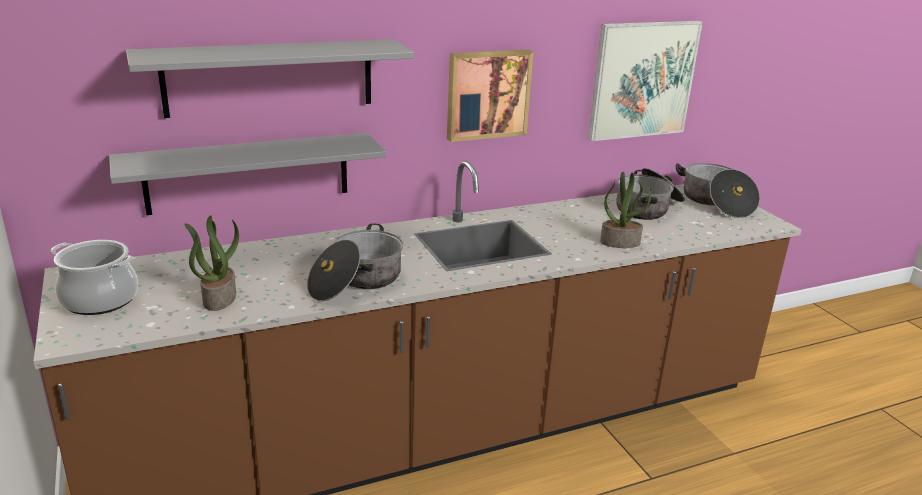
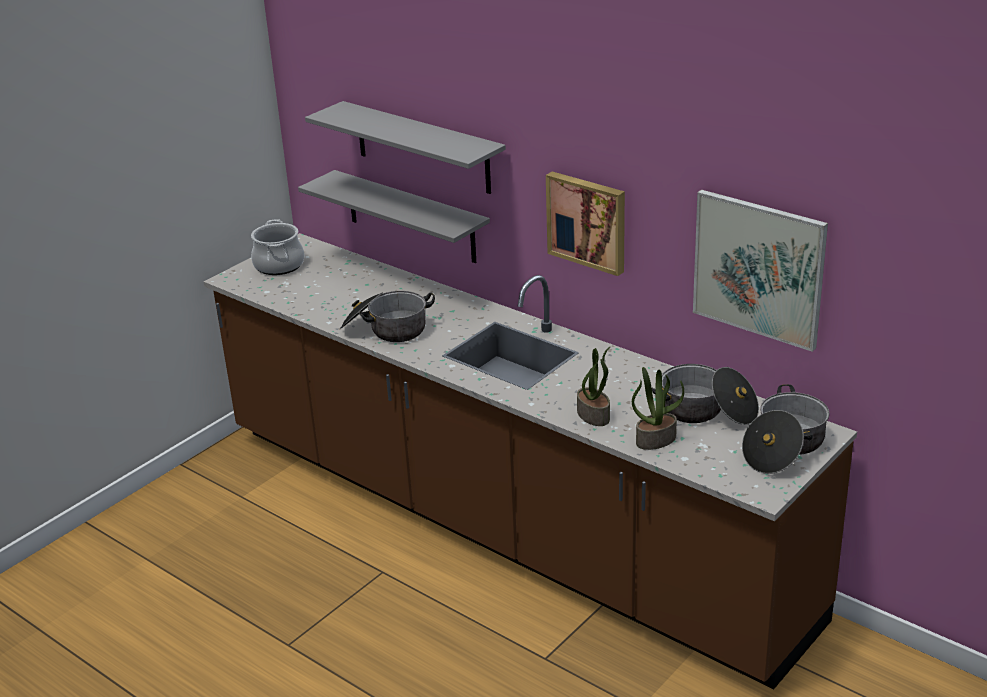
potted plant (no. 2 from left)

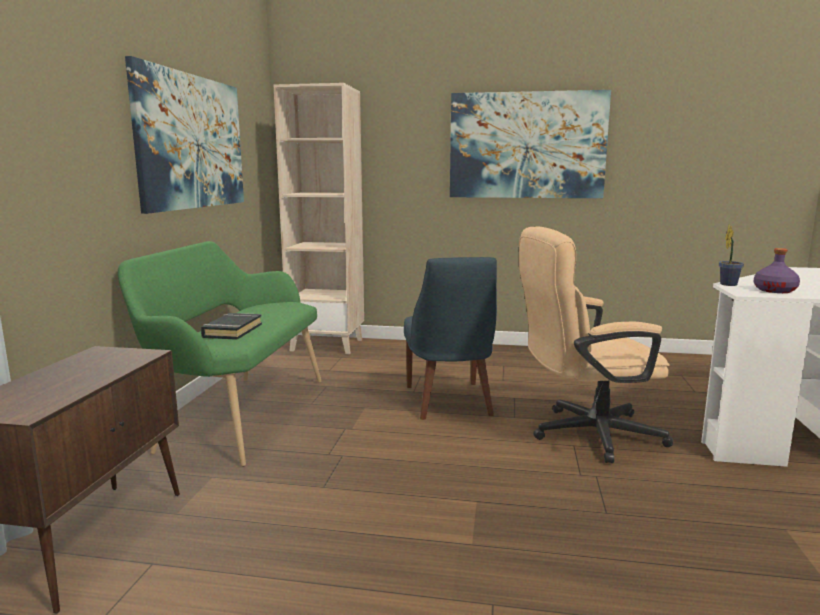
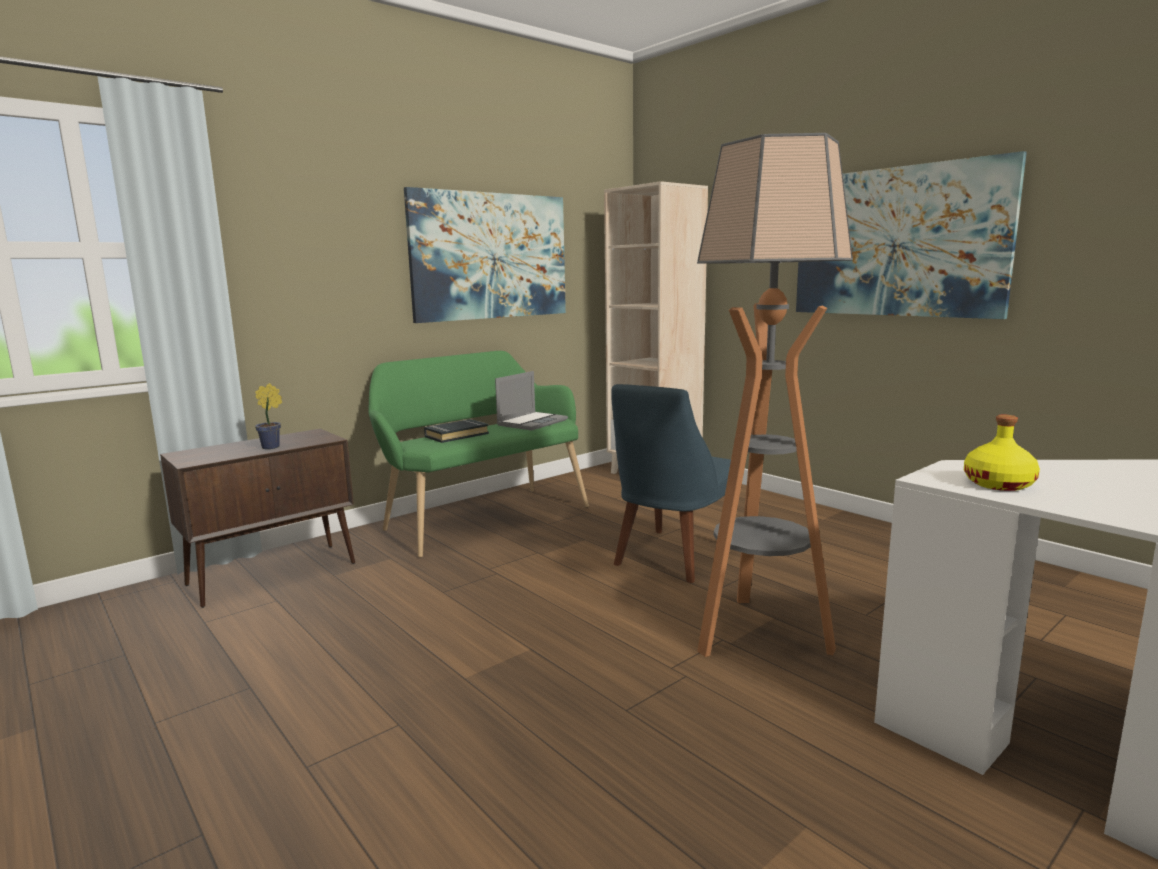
laptop
potted plant
floor lamp
bottle/yellow

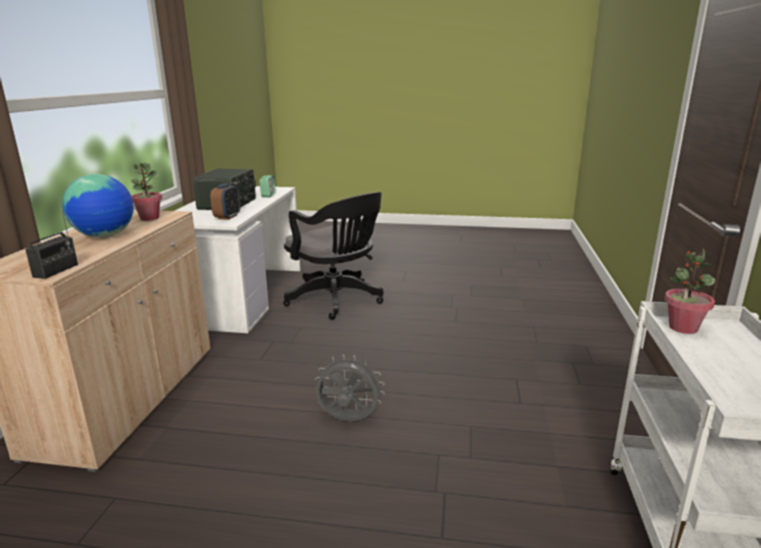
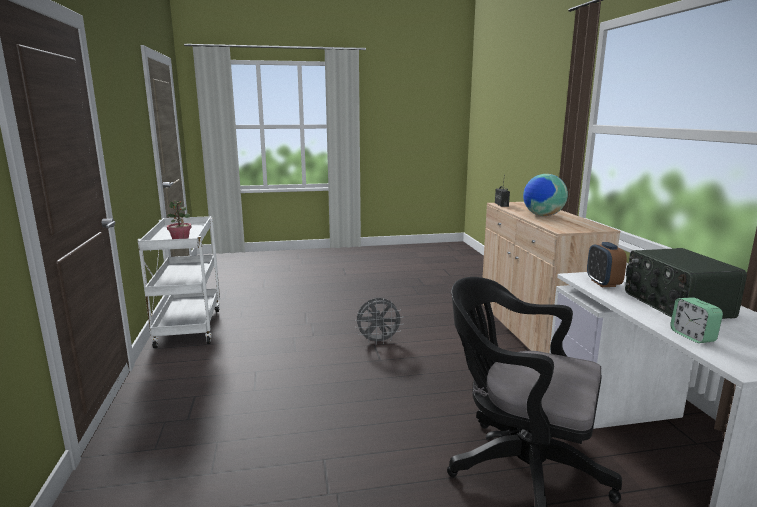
potted plant (no. 1 from left in the first image)

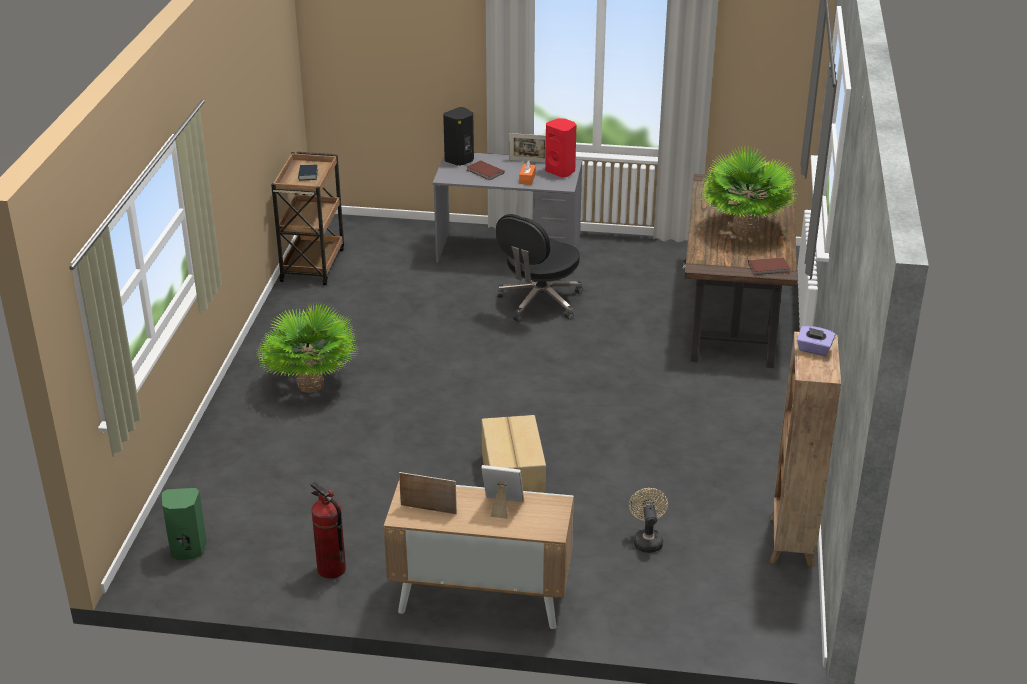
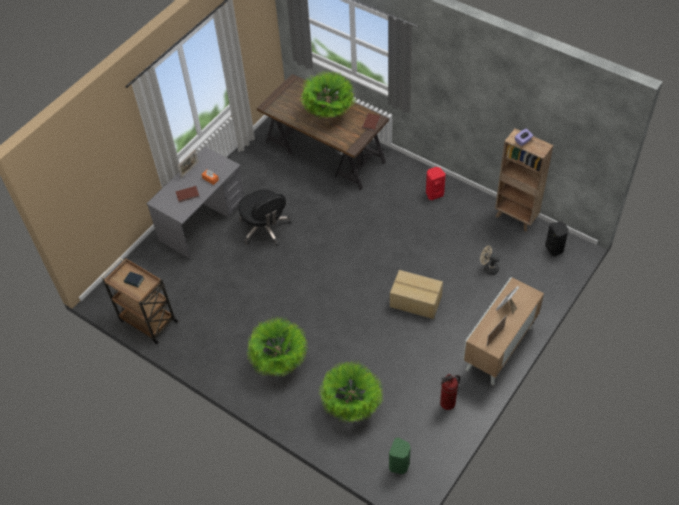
potted plant (no. 3 from left)
speaker/black
speaker/red

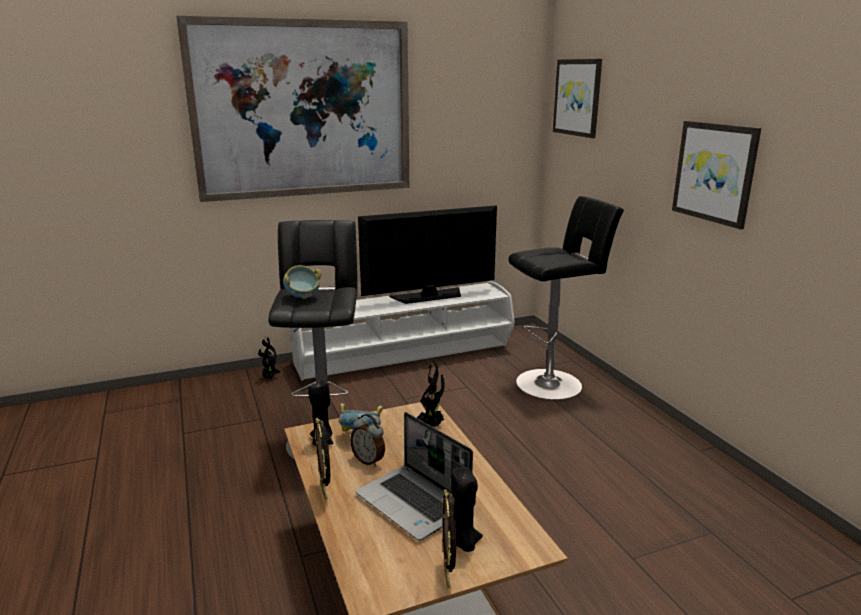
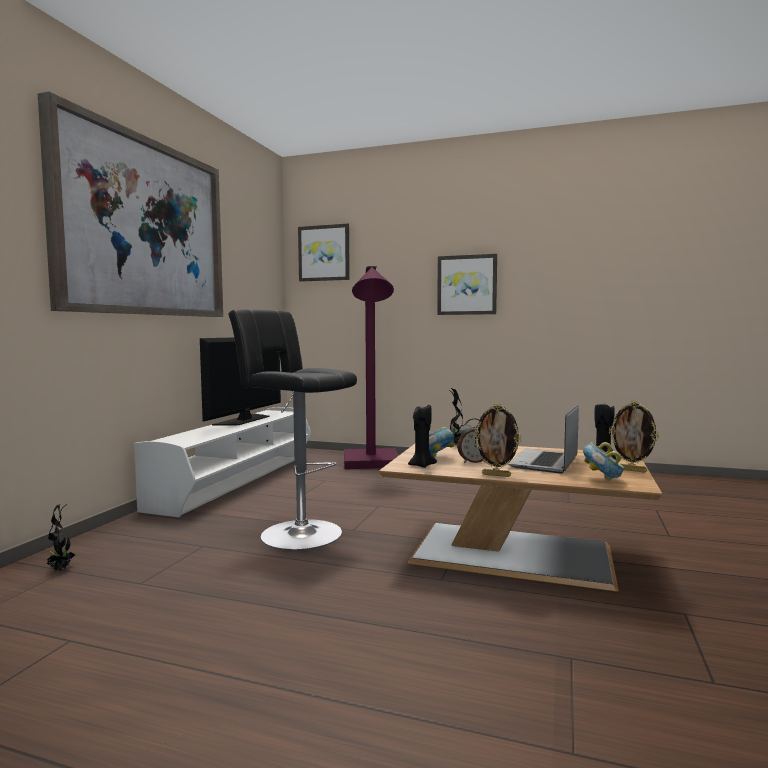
potted plant (no. 1 from left)
bowl (no. 2 from left)
floor lamp/purple
laptop

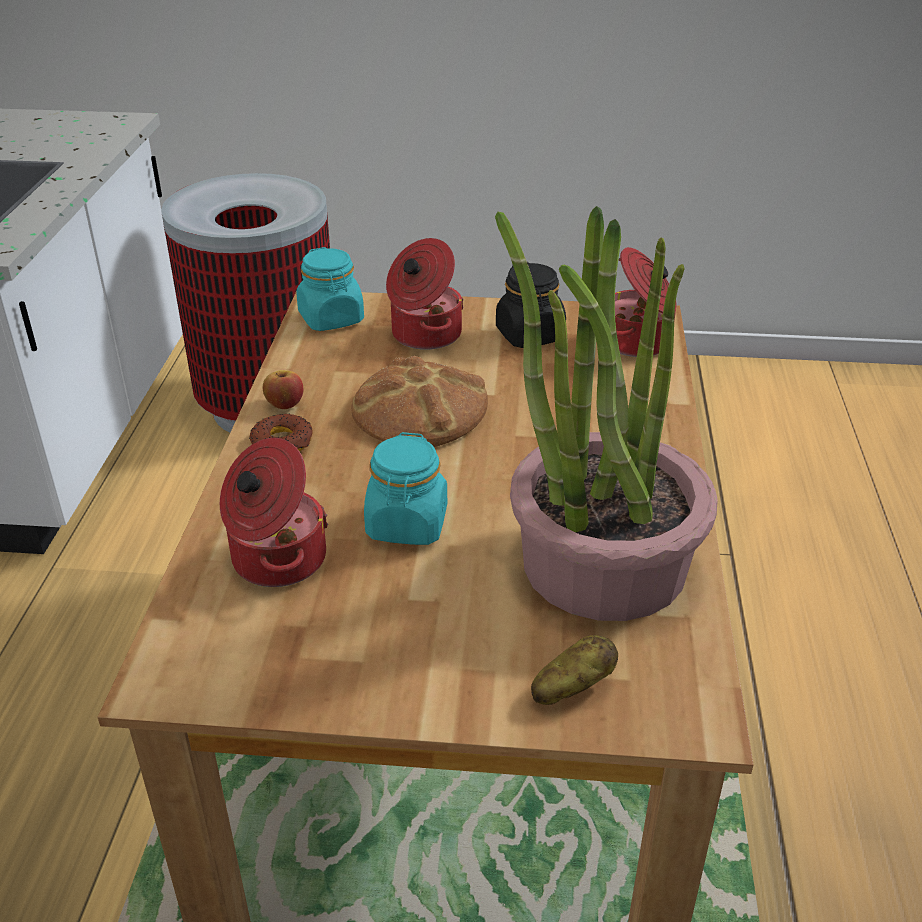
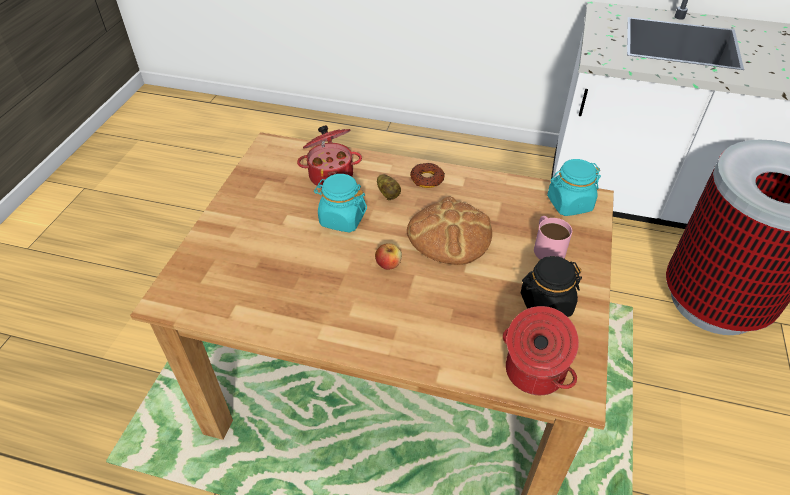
potted plant
apple
potato
mug/pink

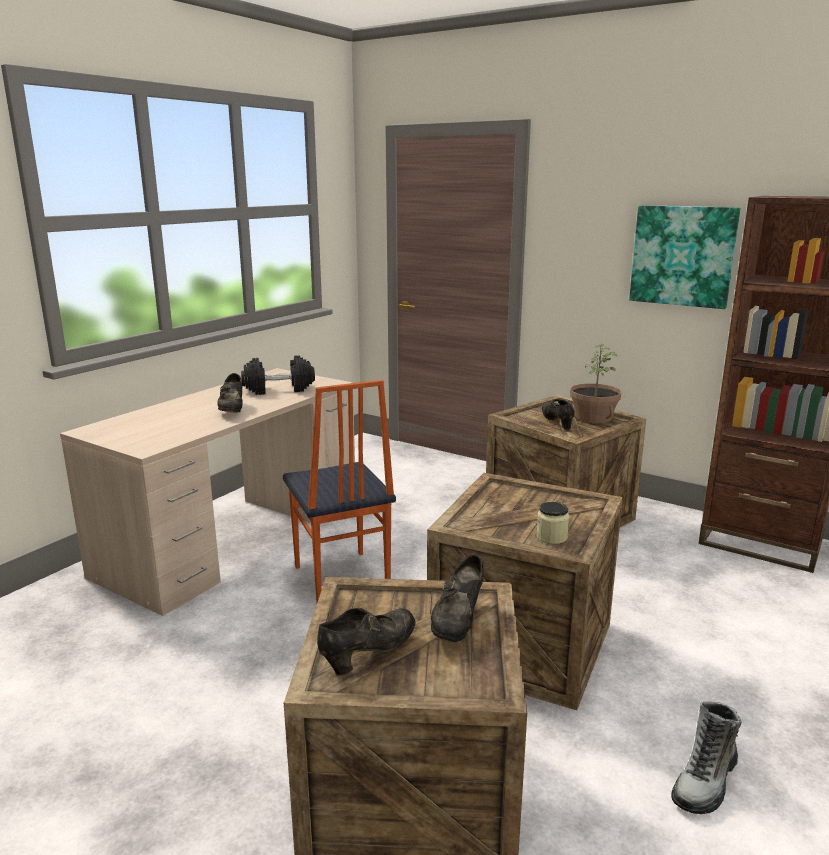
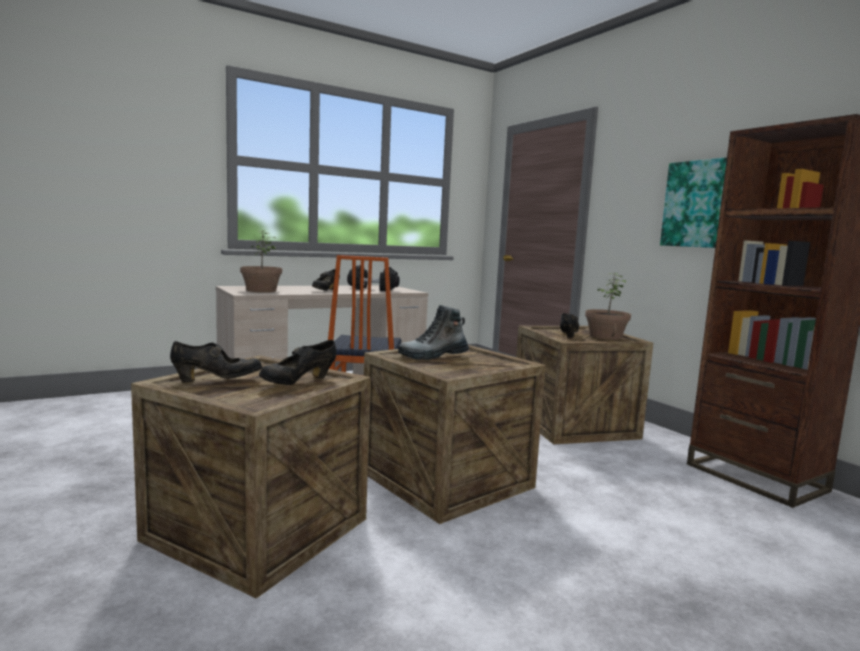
jar
potted plant (no. 1 from left)
boot

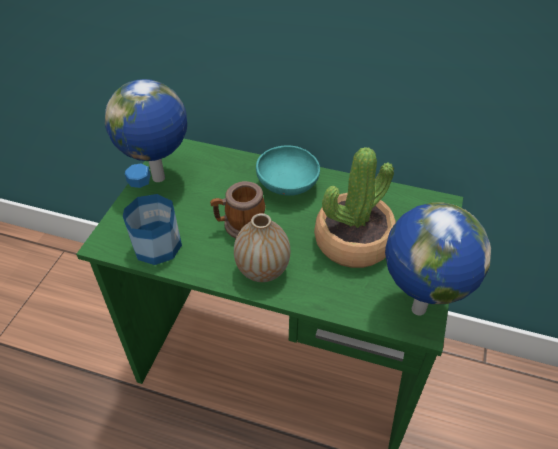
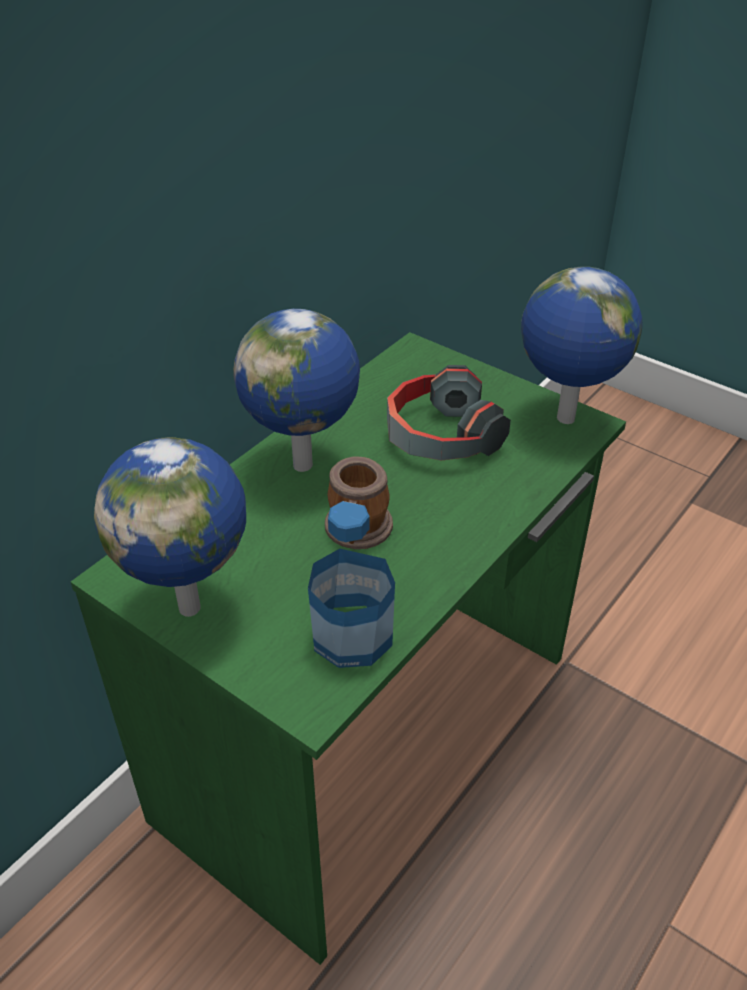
vase
globe (no. 2 from left)
headphones

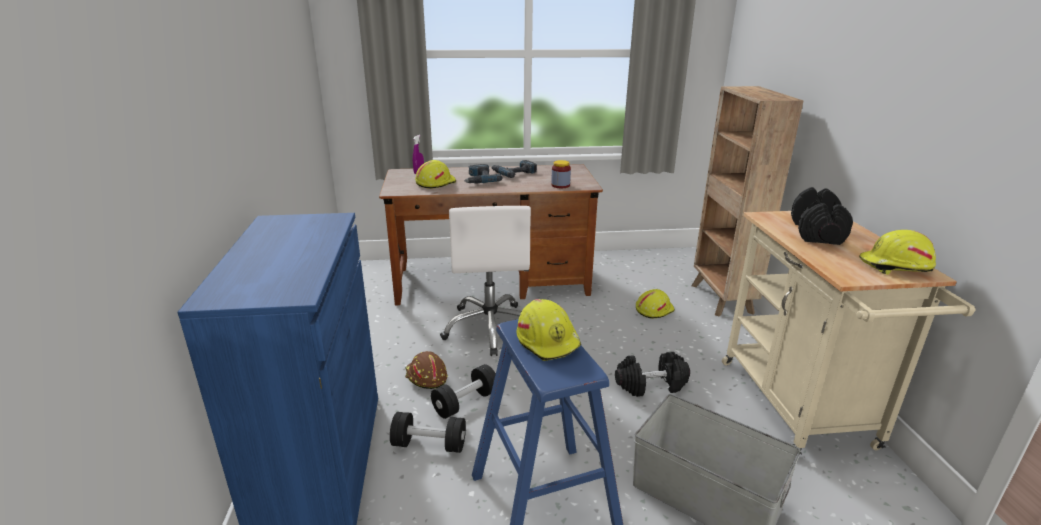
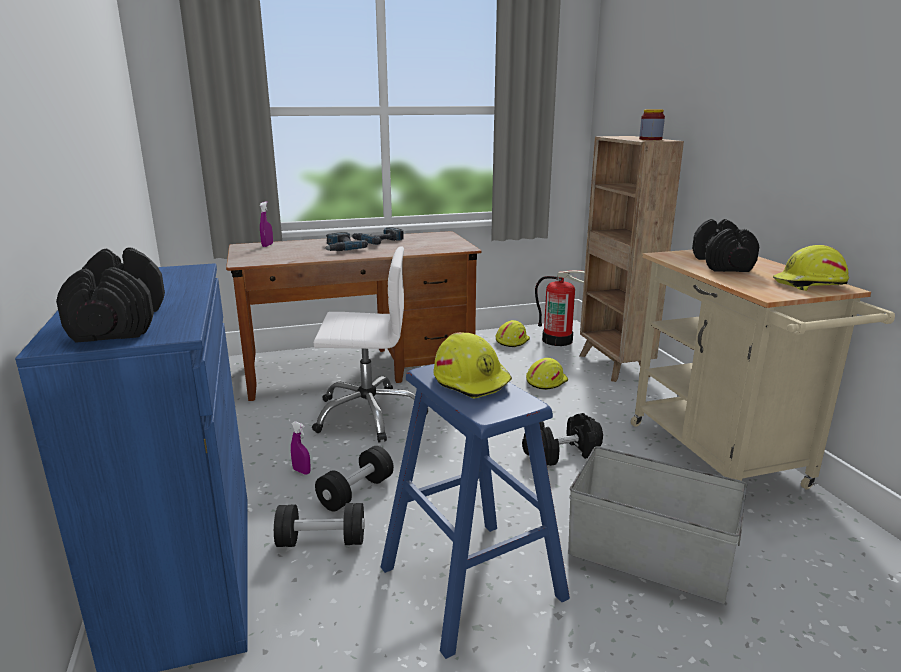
dumbbell/black (no. 1 from left)
fire extinguisher
hard hat/yellow (no. 2 from left)
jar
spray bottle/purple (no. 2 from left)
office chair/white

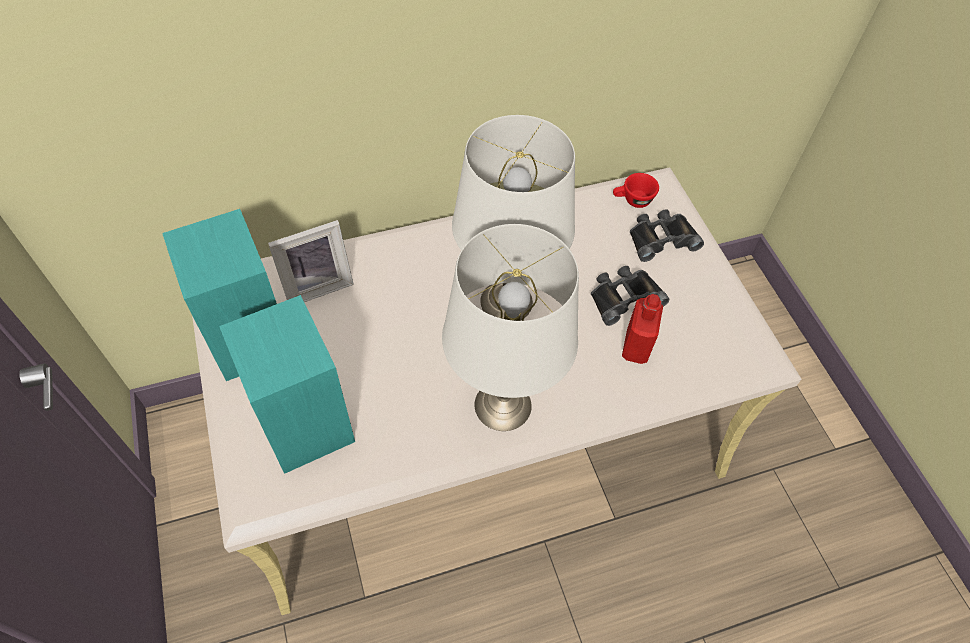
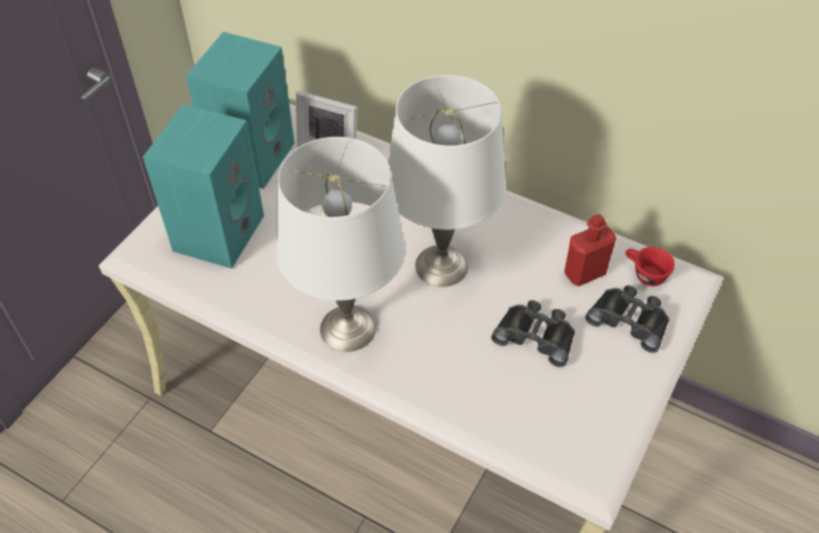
bottle/red

